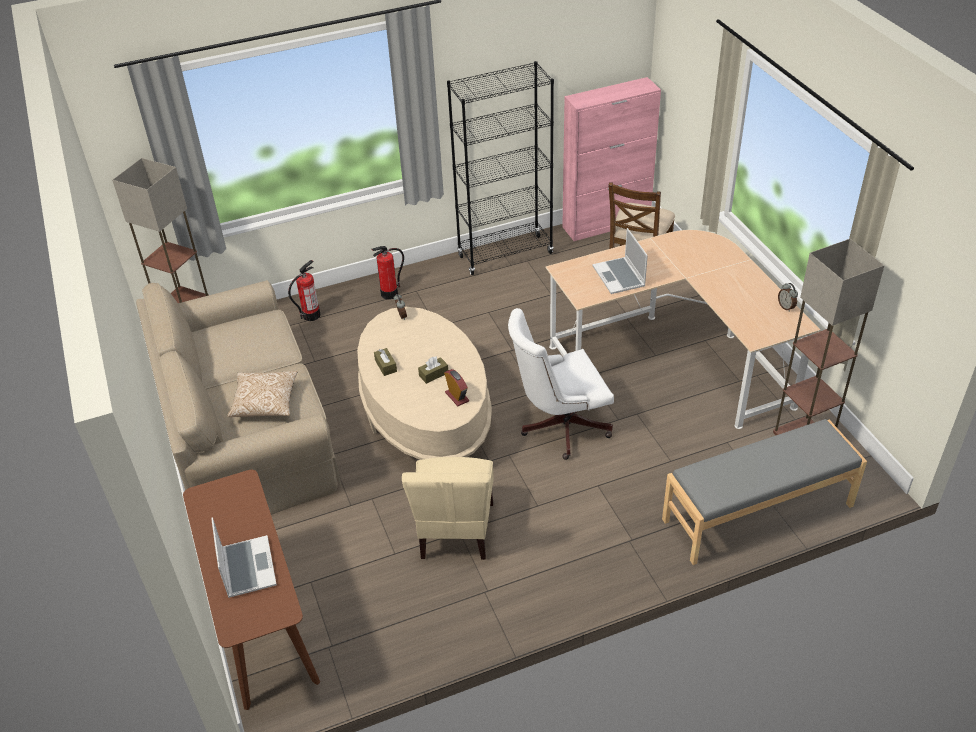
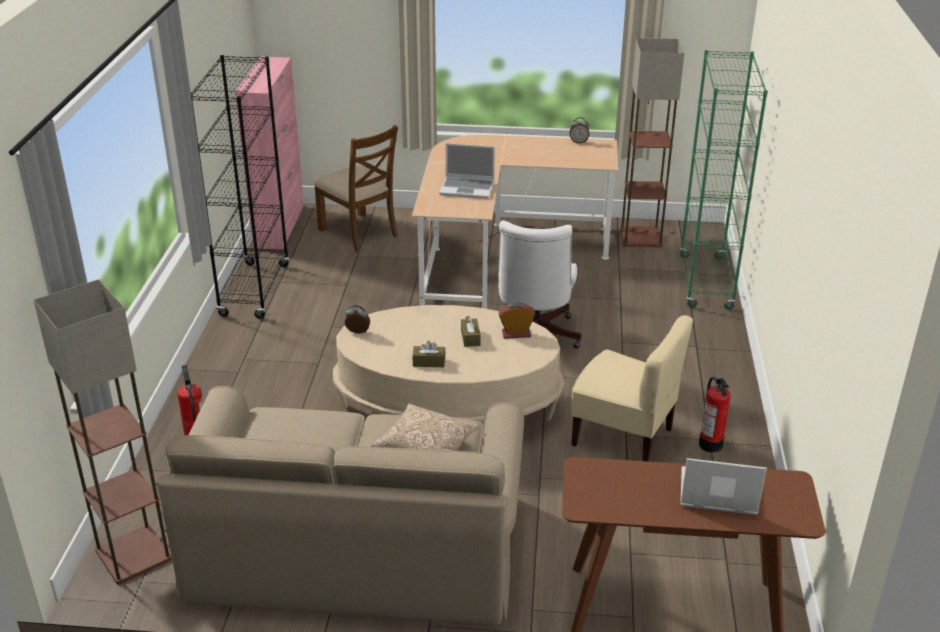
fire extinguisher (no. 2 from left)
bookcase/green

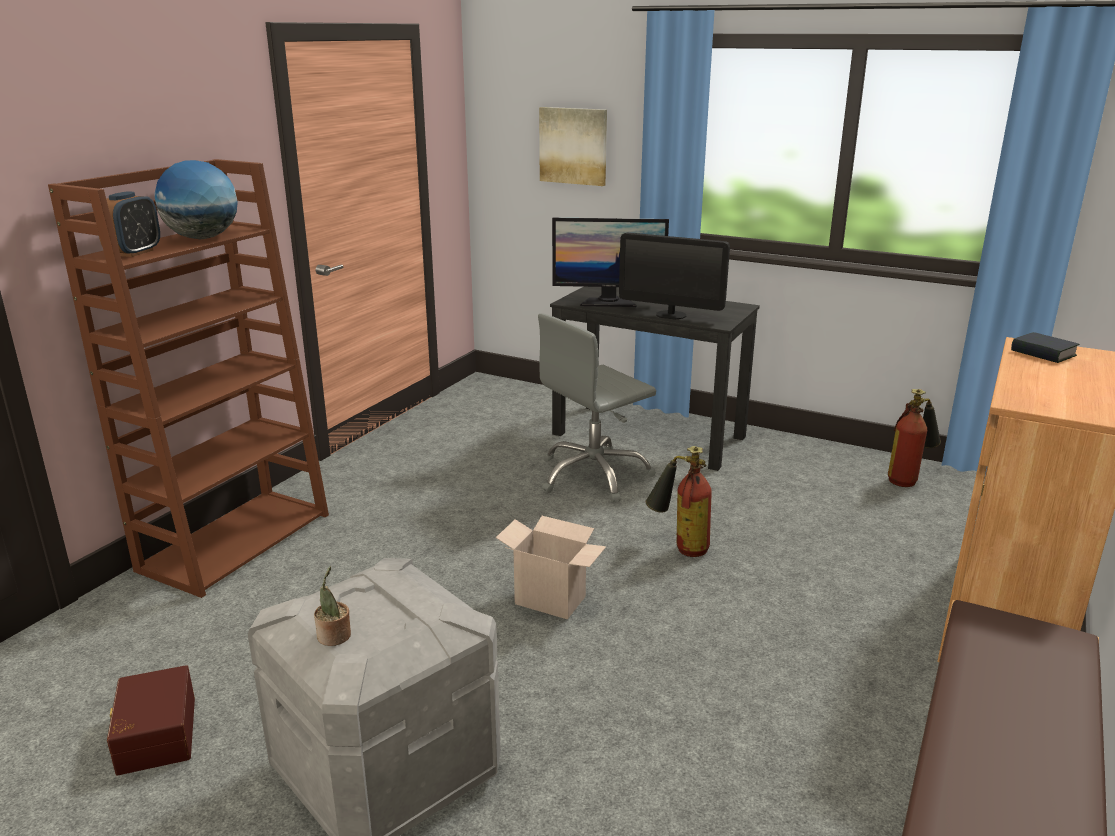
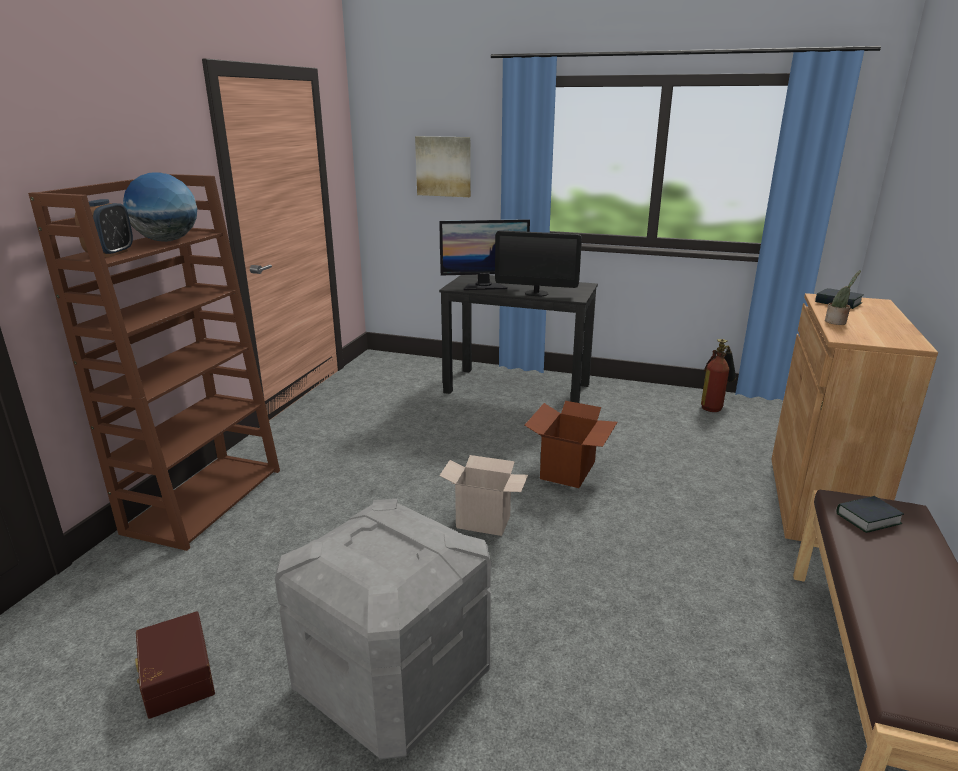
office chair/grey
book (no. 2 from left)
potted plant
cardboard box (no. 2 from left)

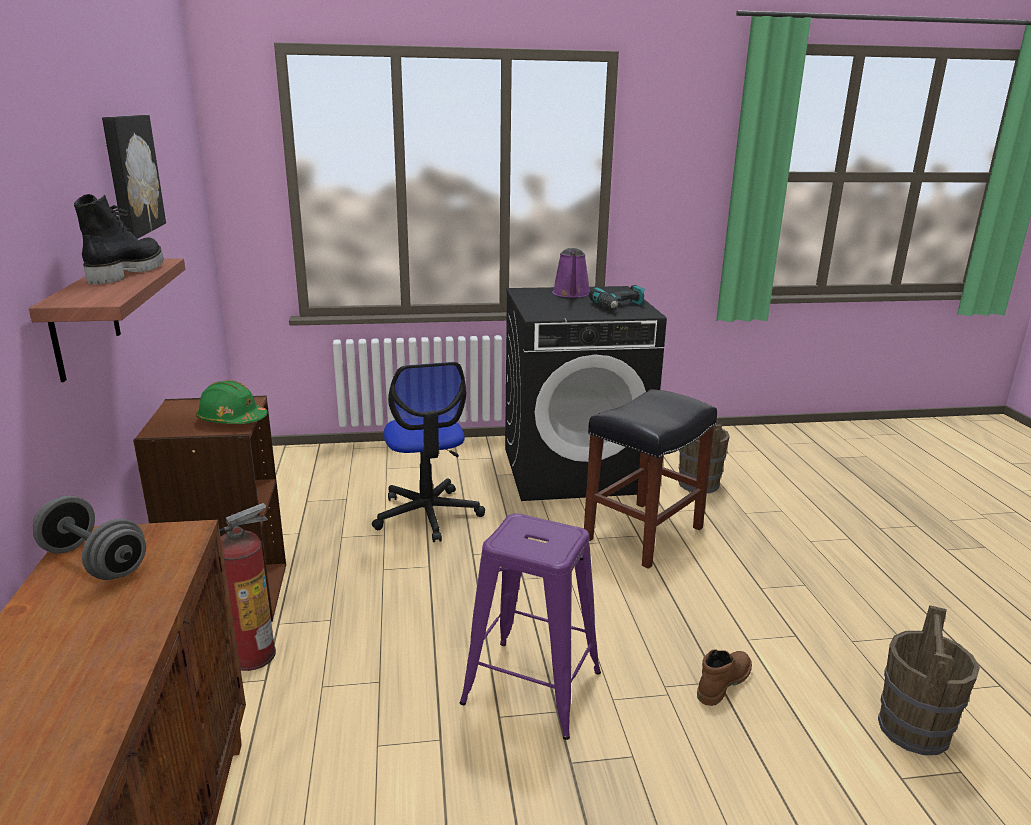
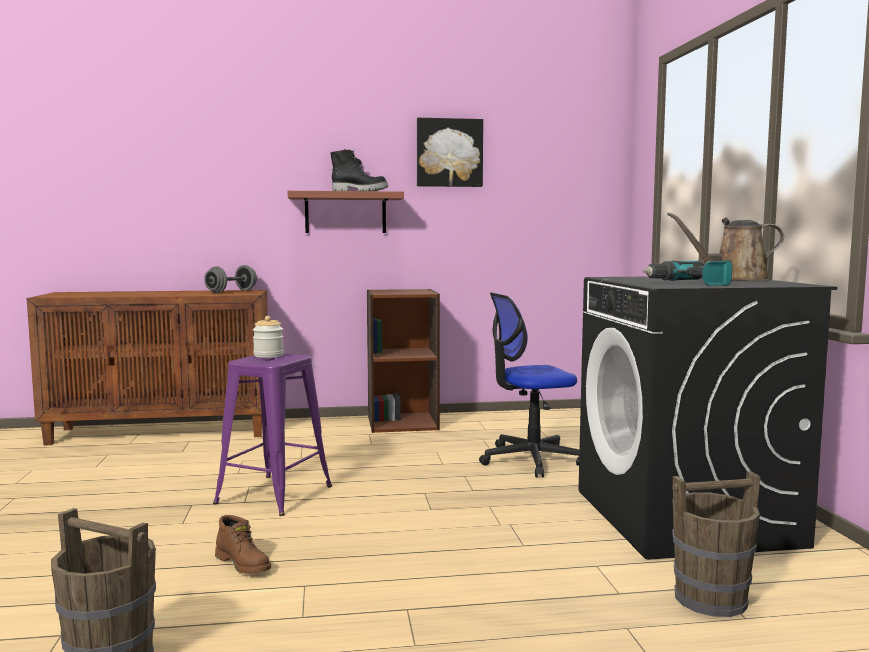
hard hat/green
fire extinguisher
stool/black
jar
watering can/brown

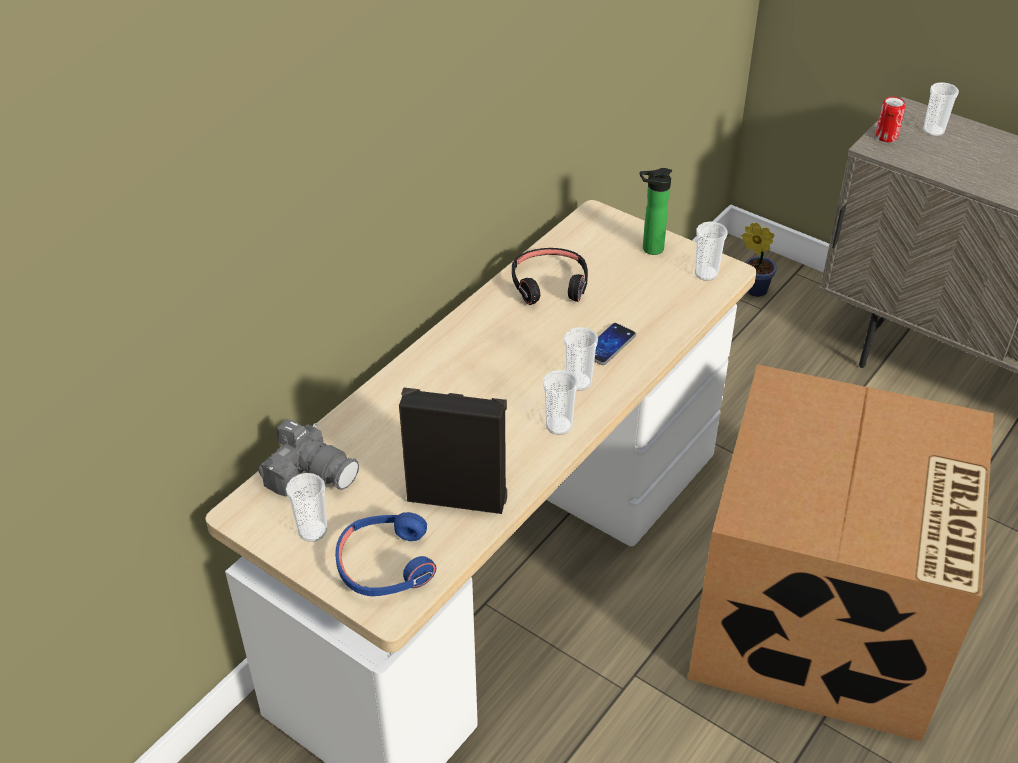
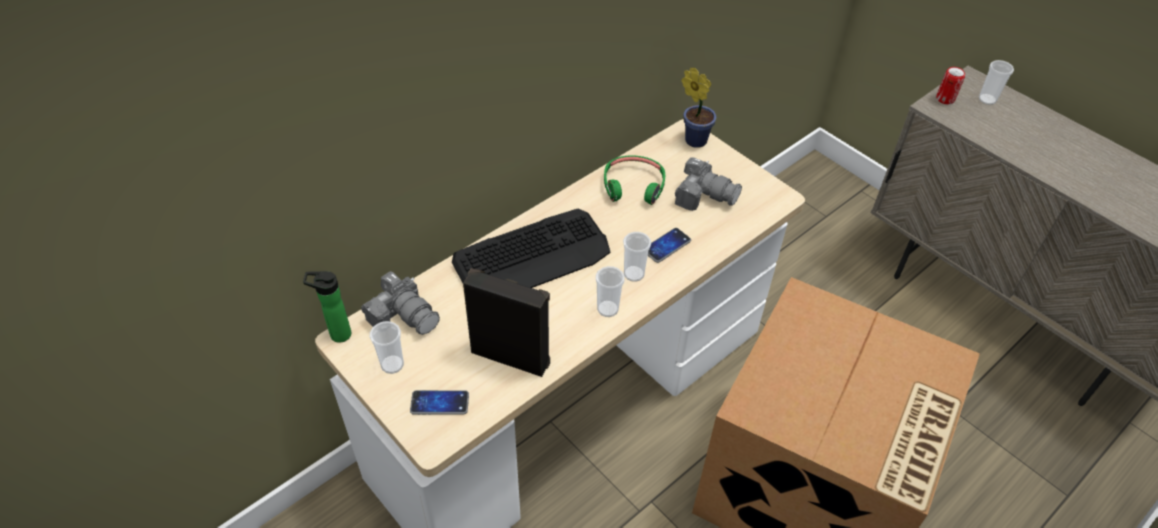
cup (no. 4 from left in the first image)
keyboard
photo camera (no. 2 from left)
bottle
potted plant
phone (no. 1 from left)
headphones/green

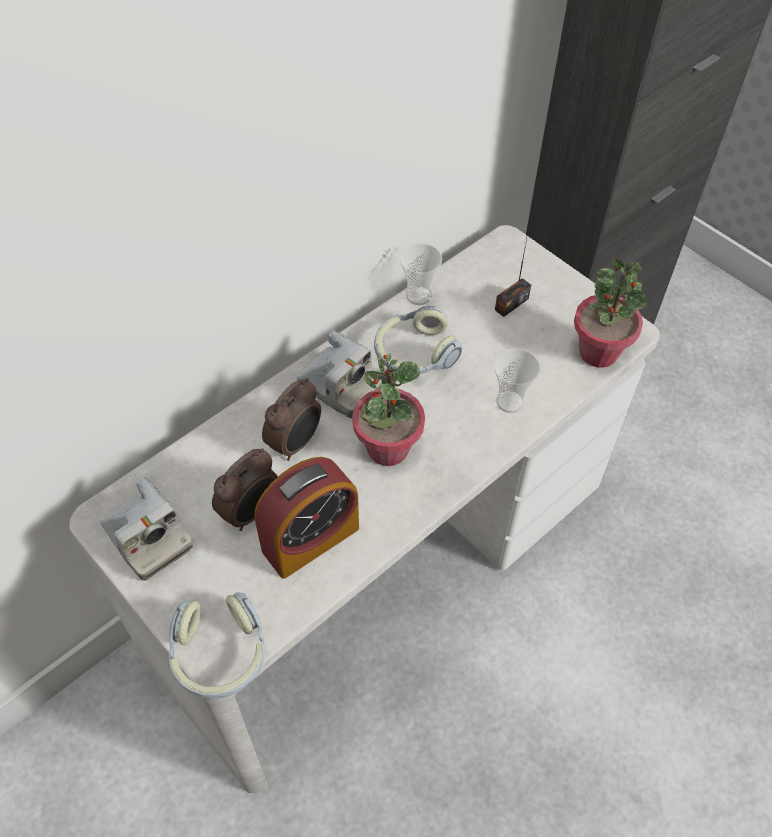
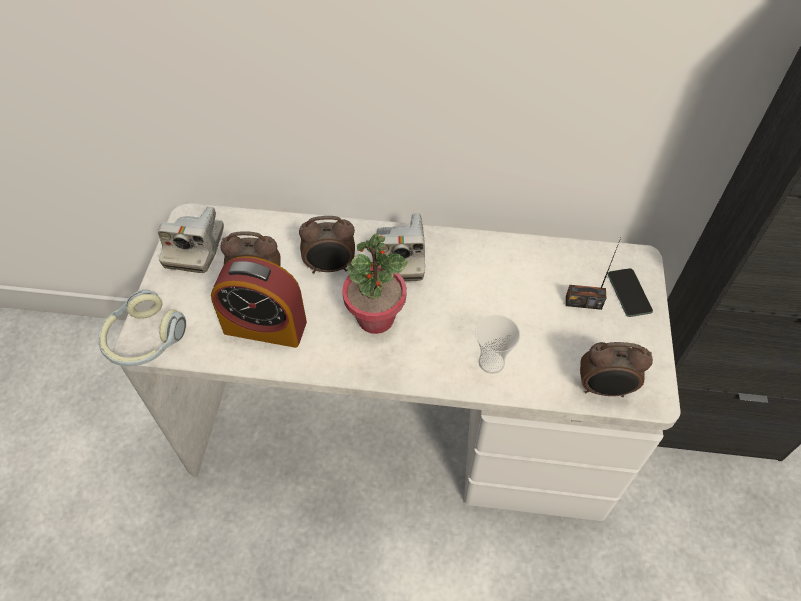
headphones (no. 2 from left in the first image)
cup (no. 1 from left in the first image)
phone
alarm clock (no. 4 from left)

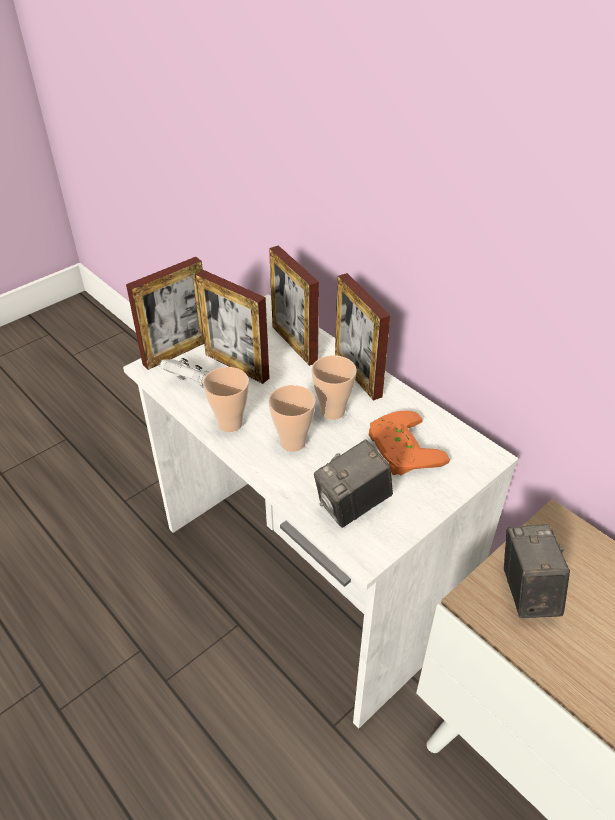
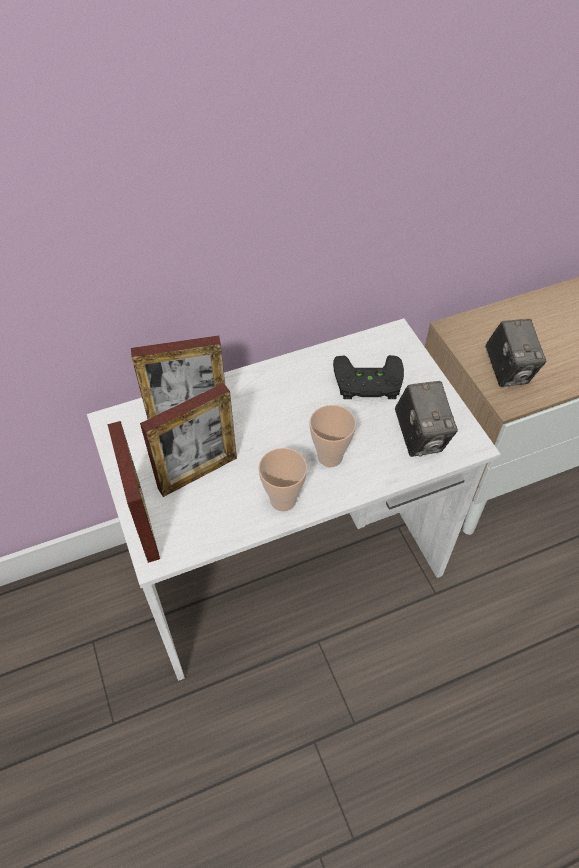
game controller/white
cup (no. 3 from left in the first image)
picture frame (no. 4 from left in the first image)
game controller/black
photo camera (no. 2 from left)

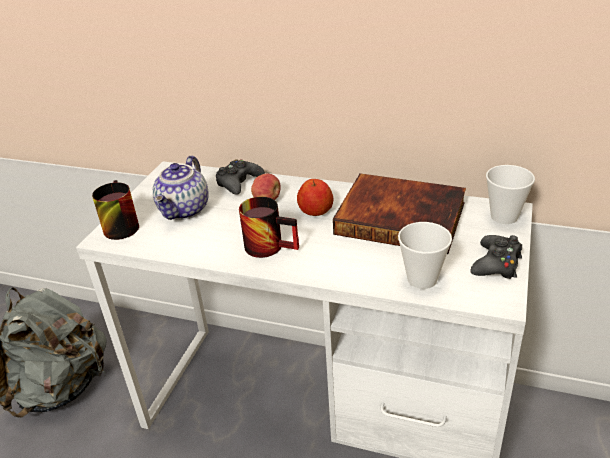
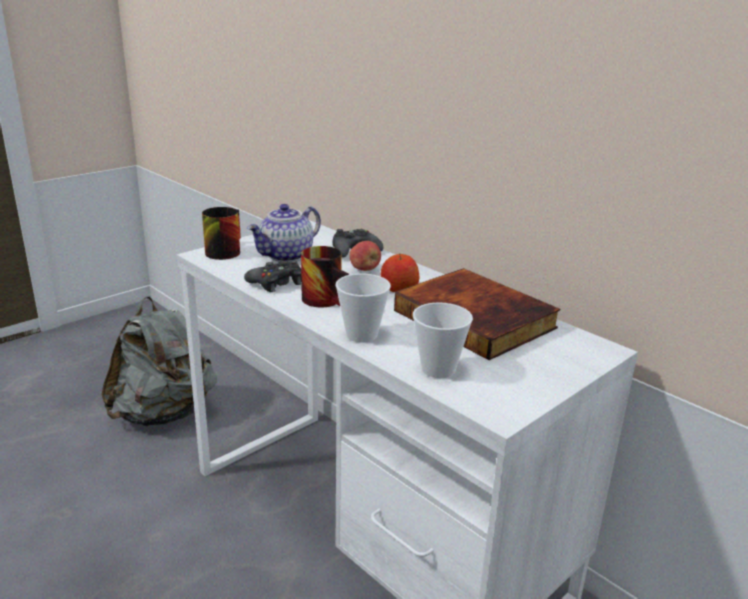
game controller/black (no. 1 from left)
cup (no. 1 from left)

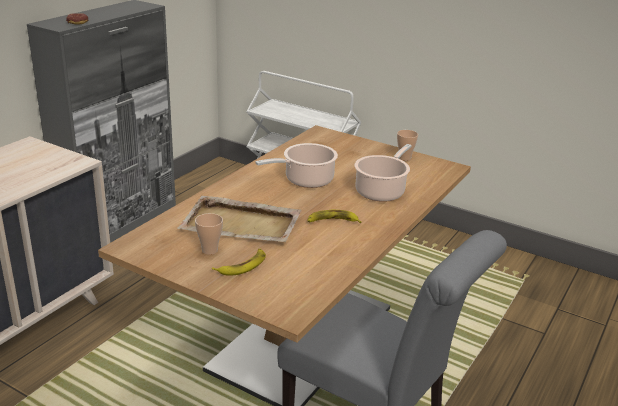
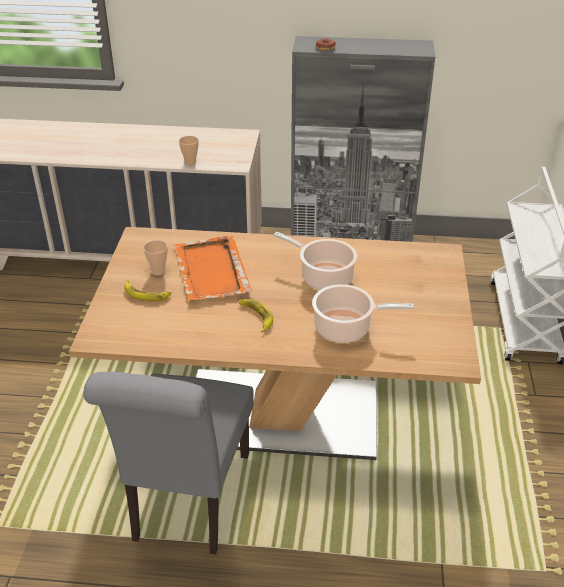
cup (no. 2 from left)
tray/orange

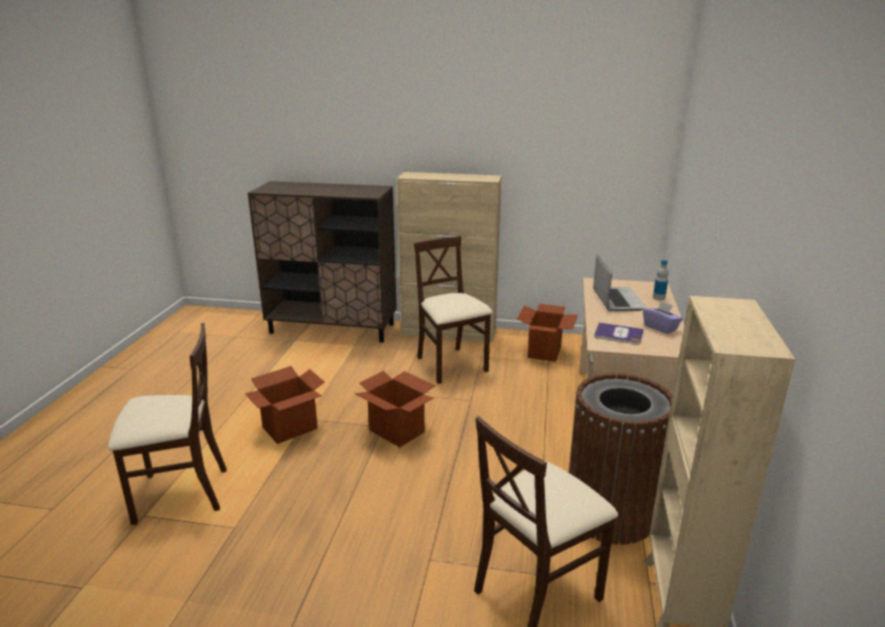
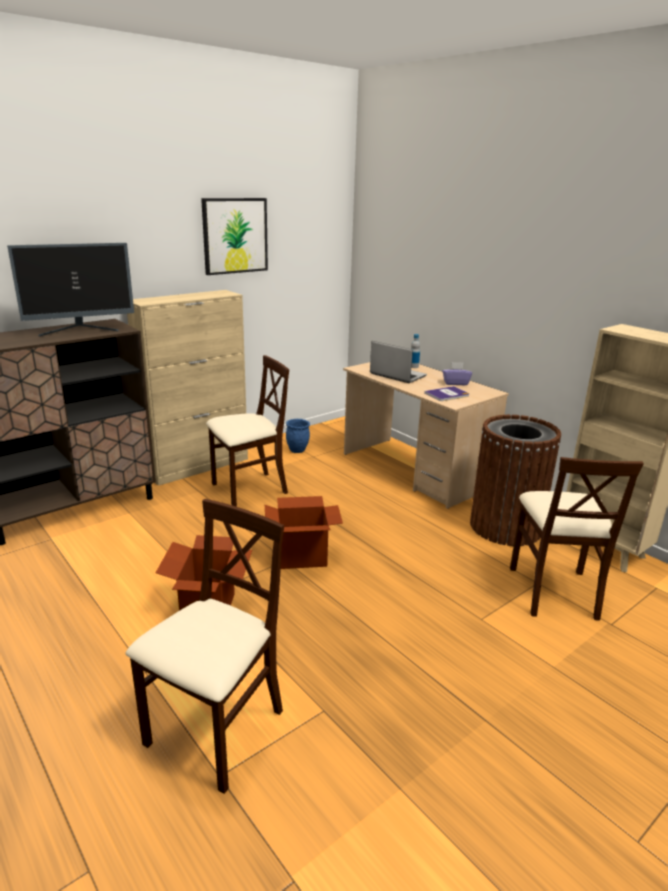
monitor
picture
planter/blue
chair/beige (no. 2 from left)

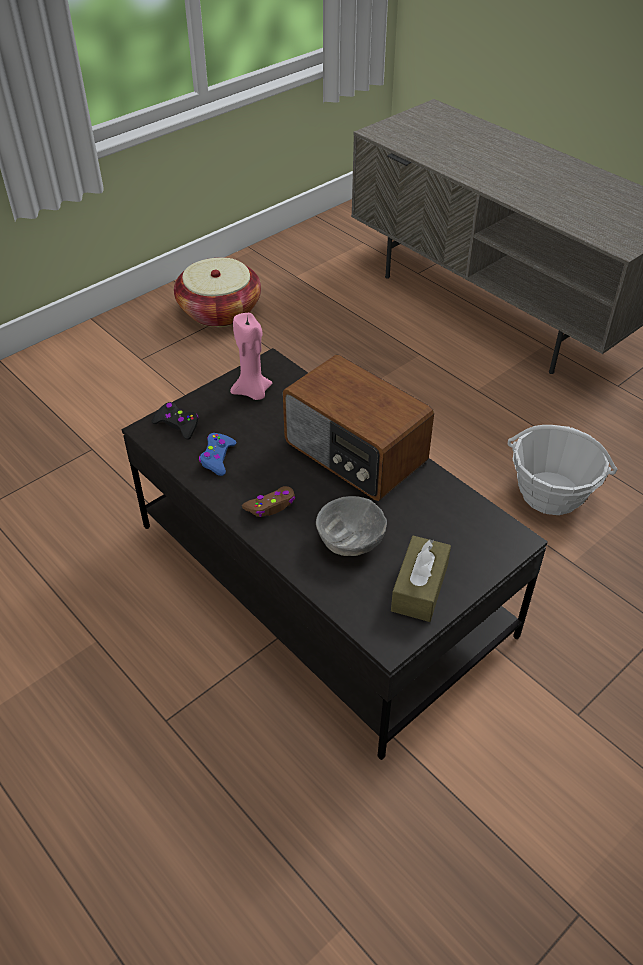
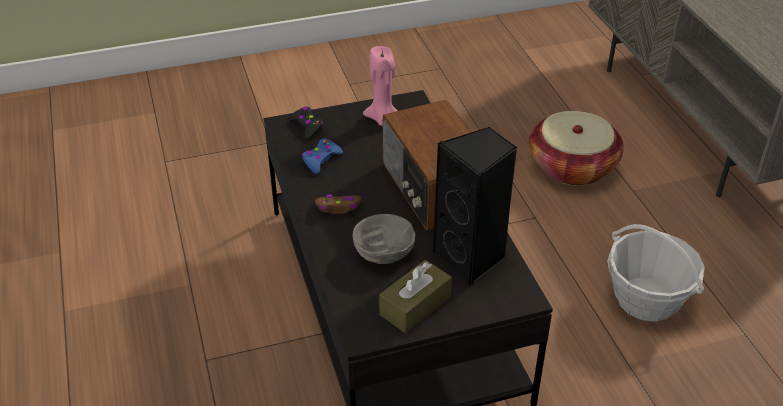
speaker/black
basket (no. 1 from left)

